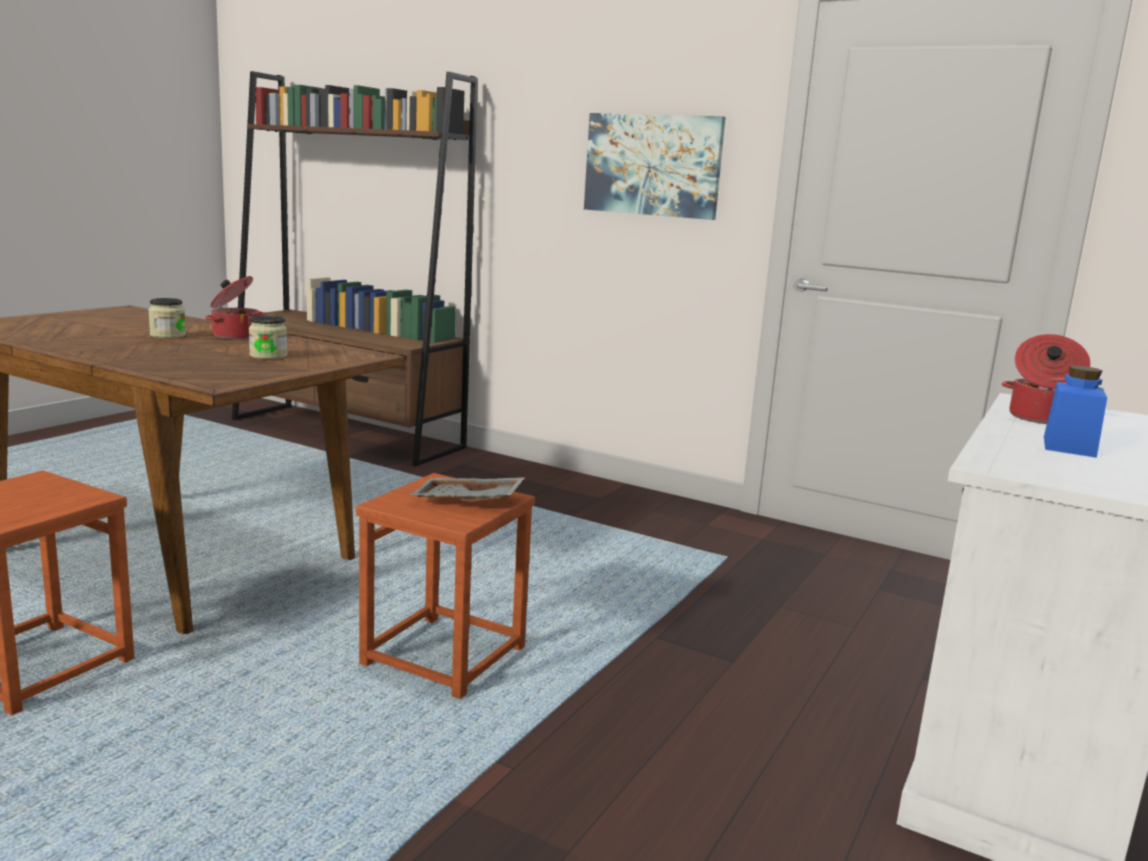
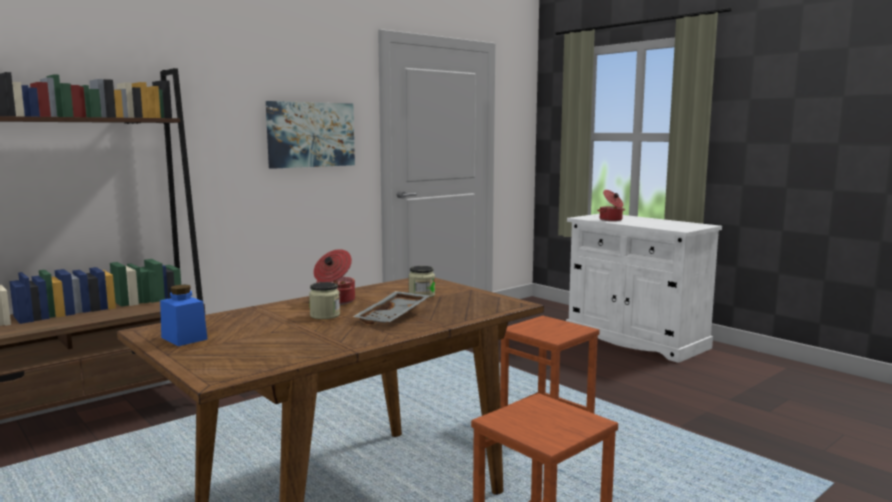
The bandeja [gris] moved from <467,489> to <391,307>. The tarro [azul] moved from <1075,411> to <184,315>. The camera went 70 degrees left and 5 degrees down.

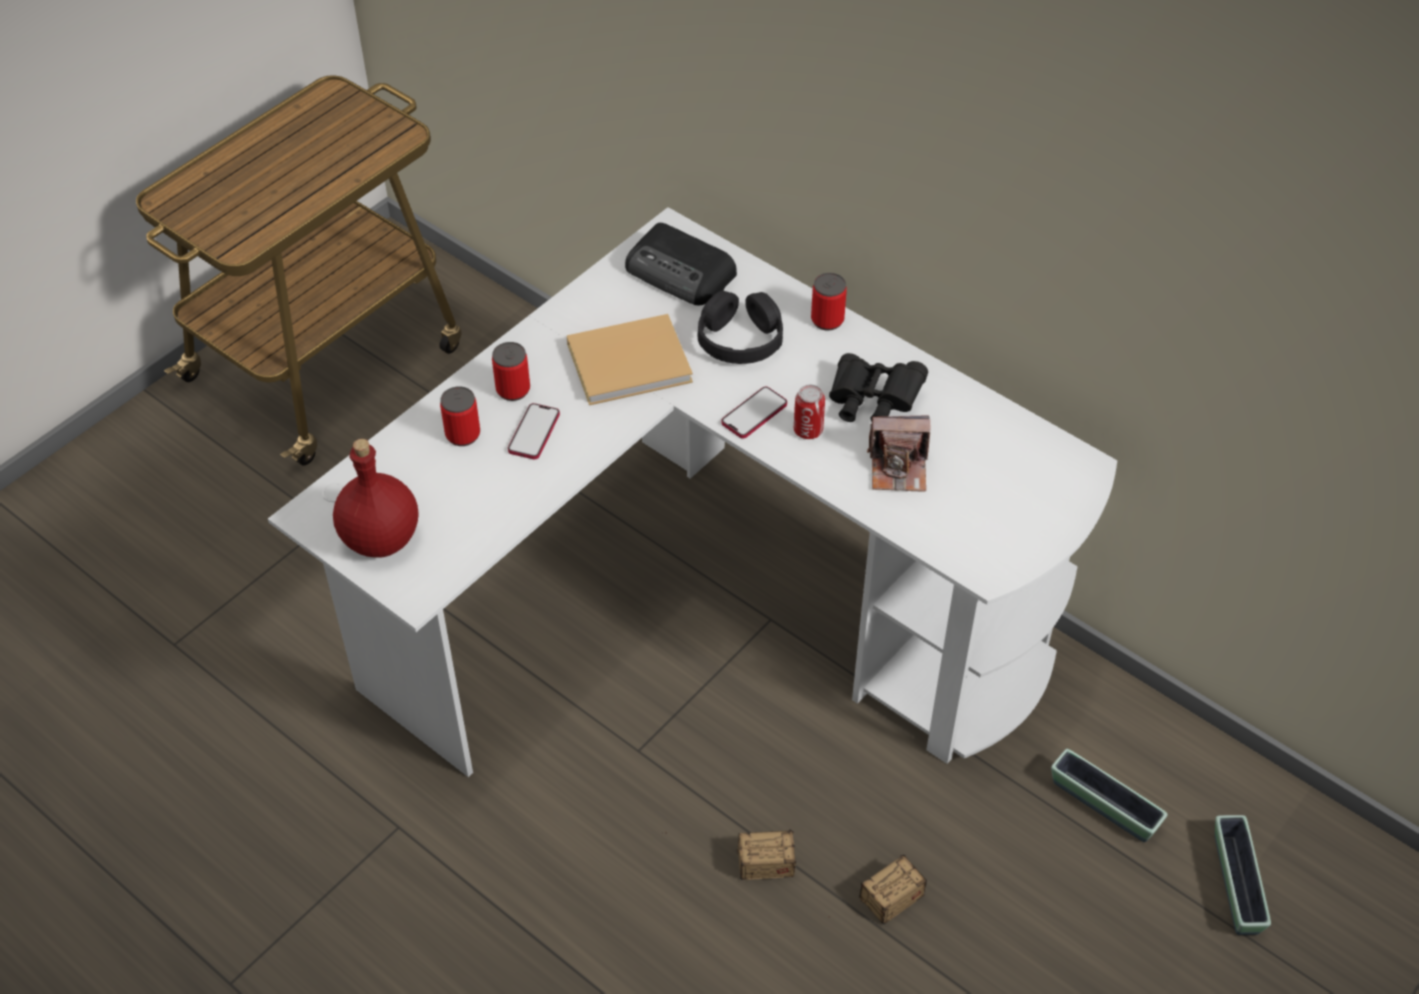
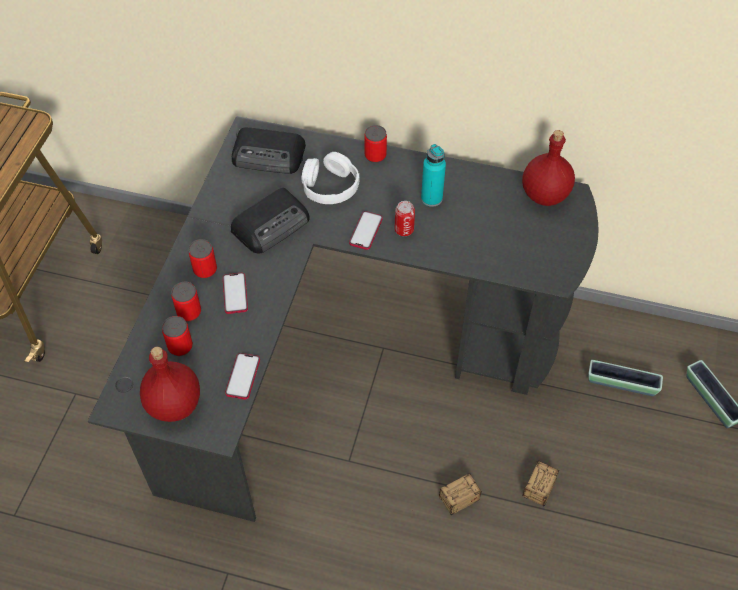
The cámara at <898,454> disappeared. The lata at <177,336> appeared. The móvil at <242,376> appeared. The botella [rojo] at <548,168> appeared. The libro [beis] at <630,359> was replaced by the radio at <270,221>. The prismáticos [negro] at <878,387> was replaced by the botella [turquesa] at <433,175>. The escritorio [blanco] at <692,492> became the escritorio [negro] at <343,319>. The auriculares [negro] at <740,327> became the auriculares [blanco] at <331,178>. The camera went 25 degrees left and 5 degrees up.

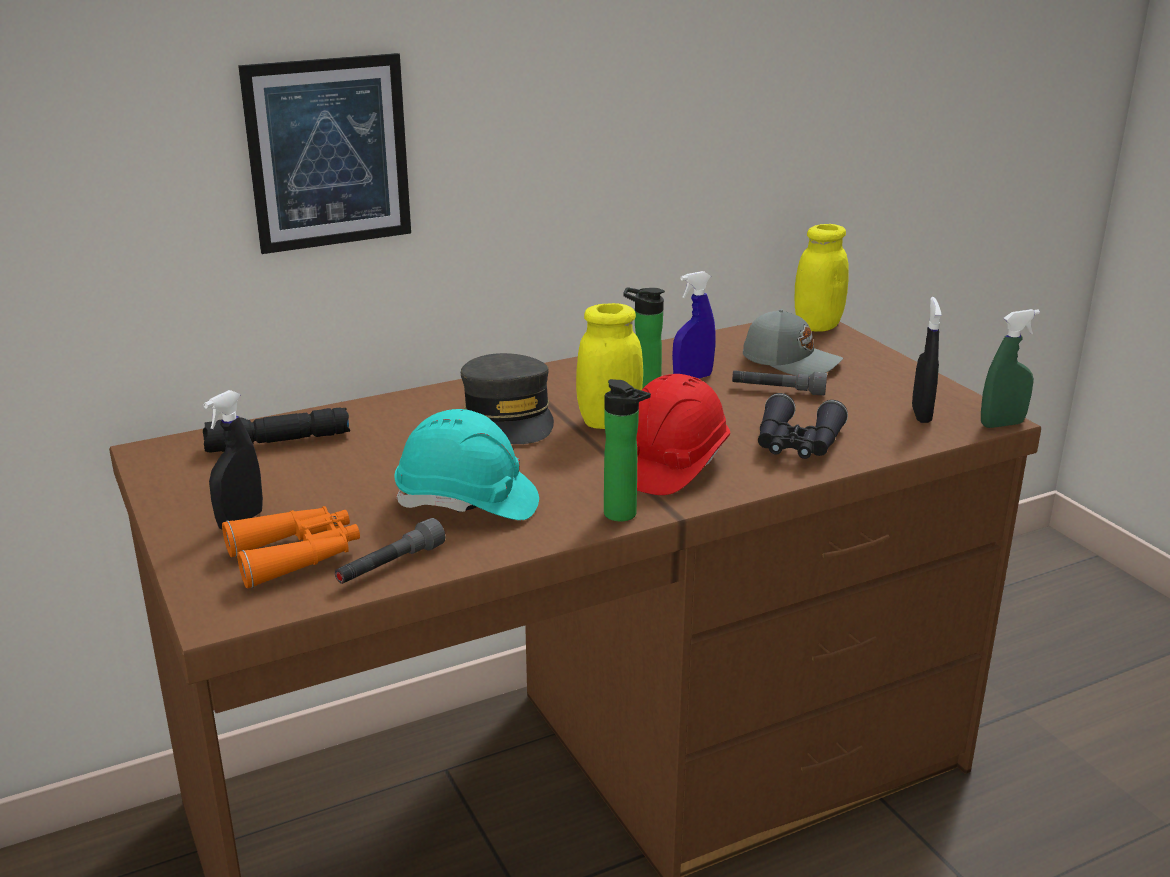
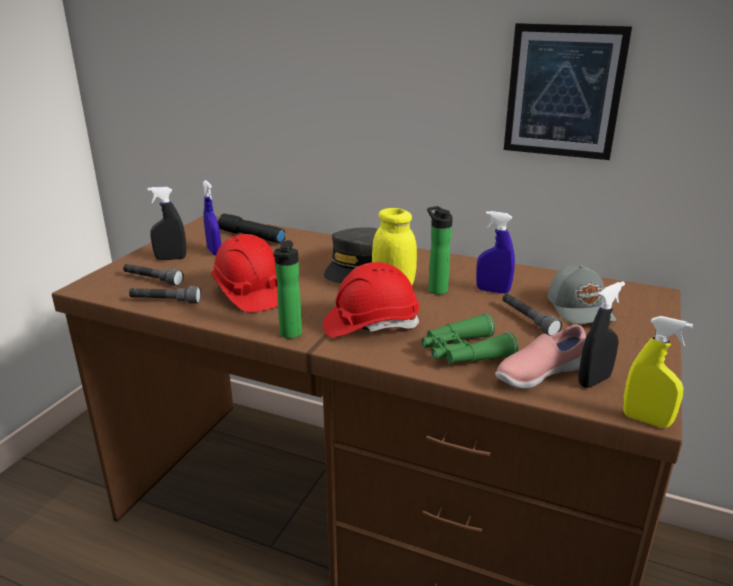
The tarro [amarillo] at <822,278> disappeared. The pulverizador [azul] at <212,217> appeared. The zapato [rosa] at <540,357> appeared. The cuadro moved from <324,153> to <568,91>. The prismáticos [naranja] at <291,547> was replaced by the linterna [gris] at <153,275>. The casco [turquesa] at <466,464> became the casco [rojo] at <244,273>. The prismáticos [negro] at <803,426> became the prismáticos [verde] at <469,339>. The pulverizador [verde] at <1010,368> became the pulverizador [amarillo] at <658,372>. The camera went 50 degrees right and 0 degrees up.

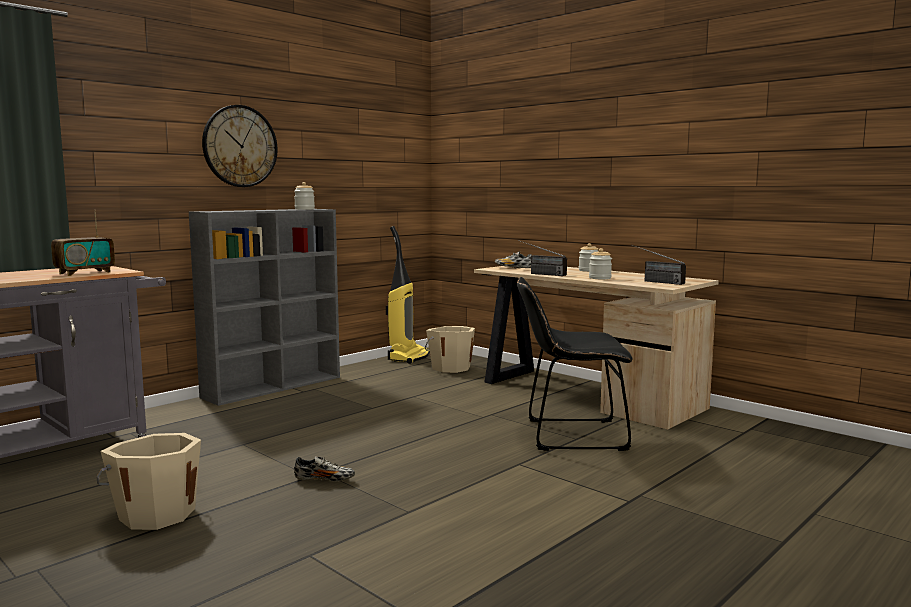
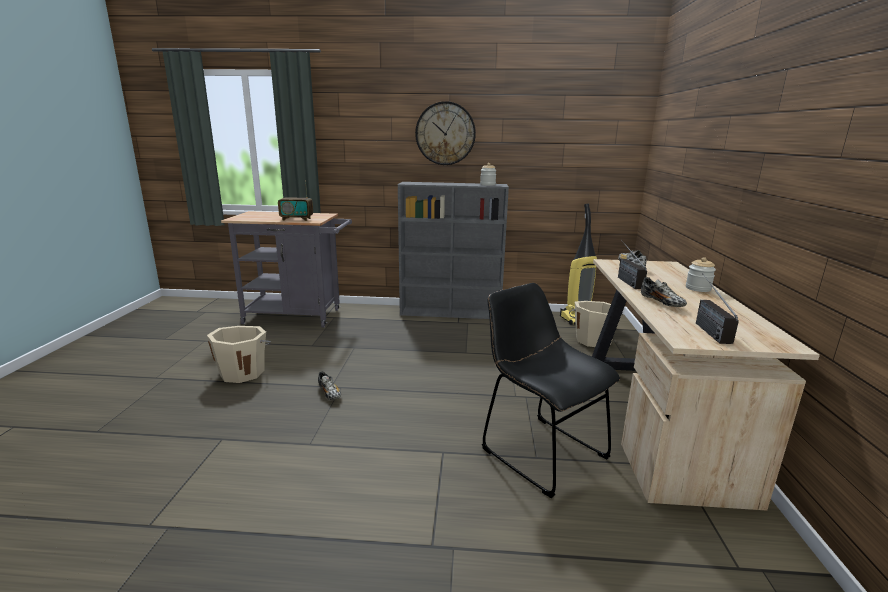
The tarro at <600,263> was replaced by the zapato at <664,292>. The camera went 50 degrees right and 10 degrees up.

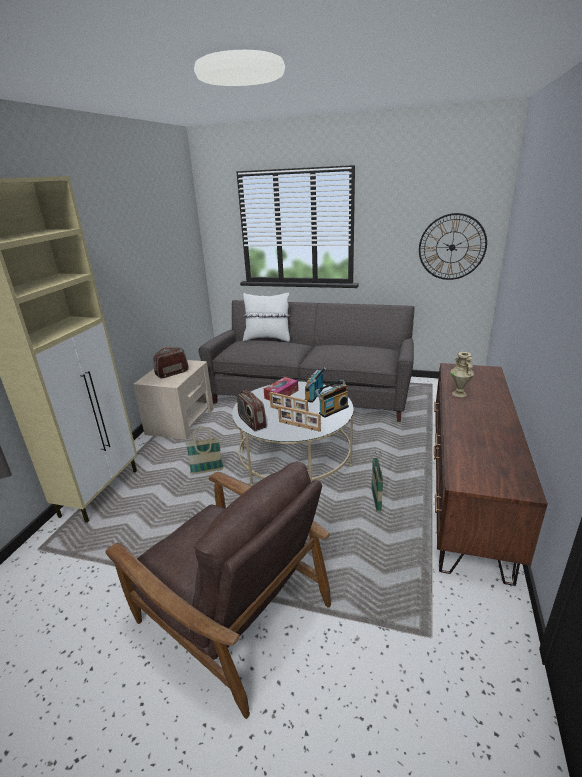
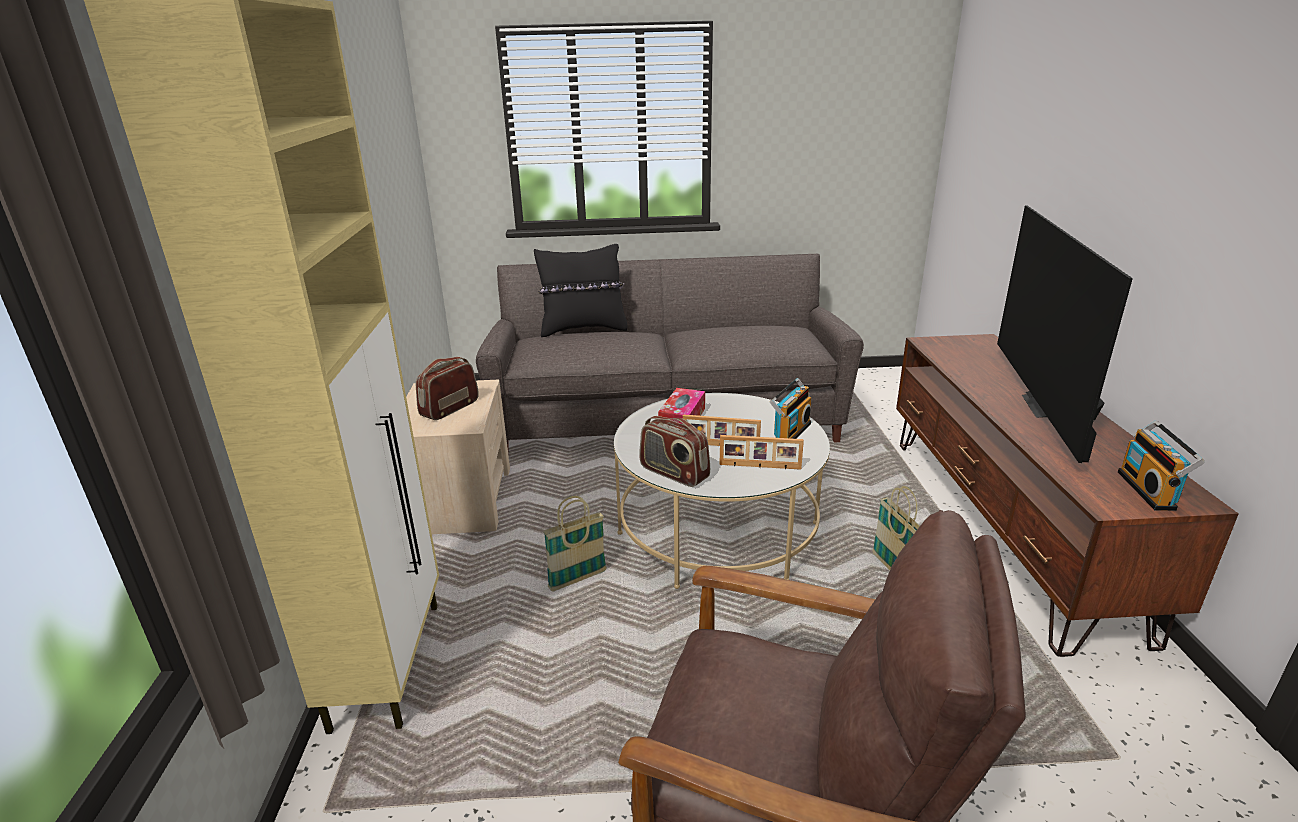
The reloj de pared at <453,246> disappeared. The florero [beis] at <462,374> disappeared. The televisor at <1065,334> appeared. The radio moved from <315,385> to <1161,465>. The cojín [blanco] at <267,317> became the cojín [negro] at <581,290>. The camera went 20 degrees left and 0 degrees up.

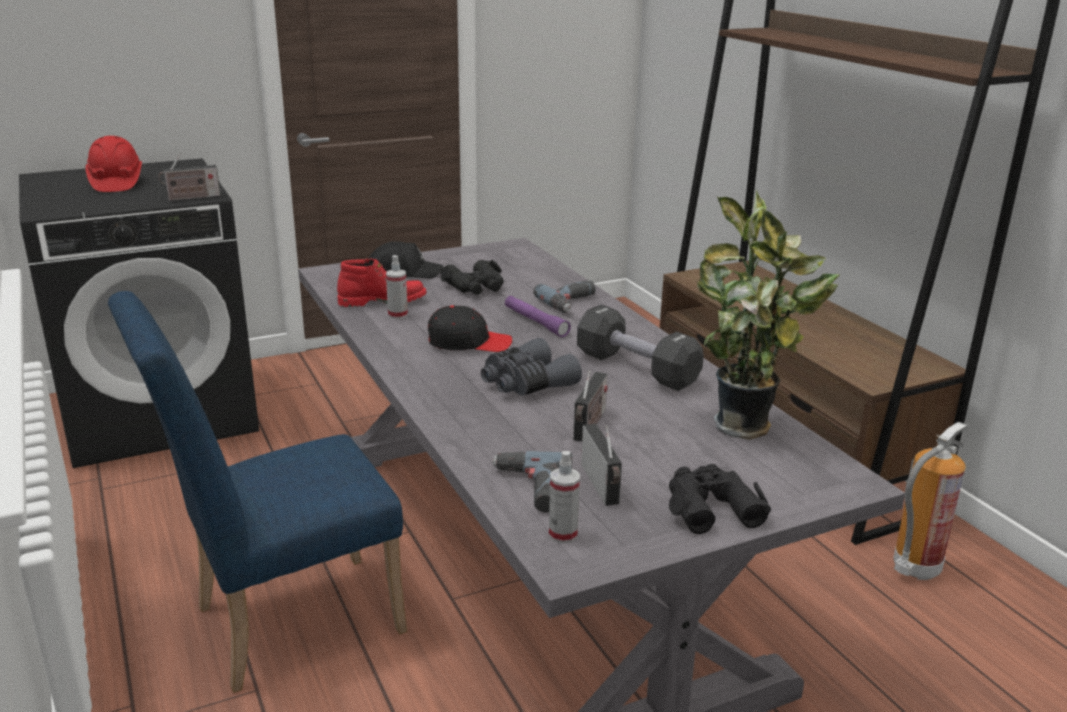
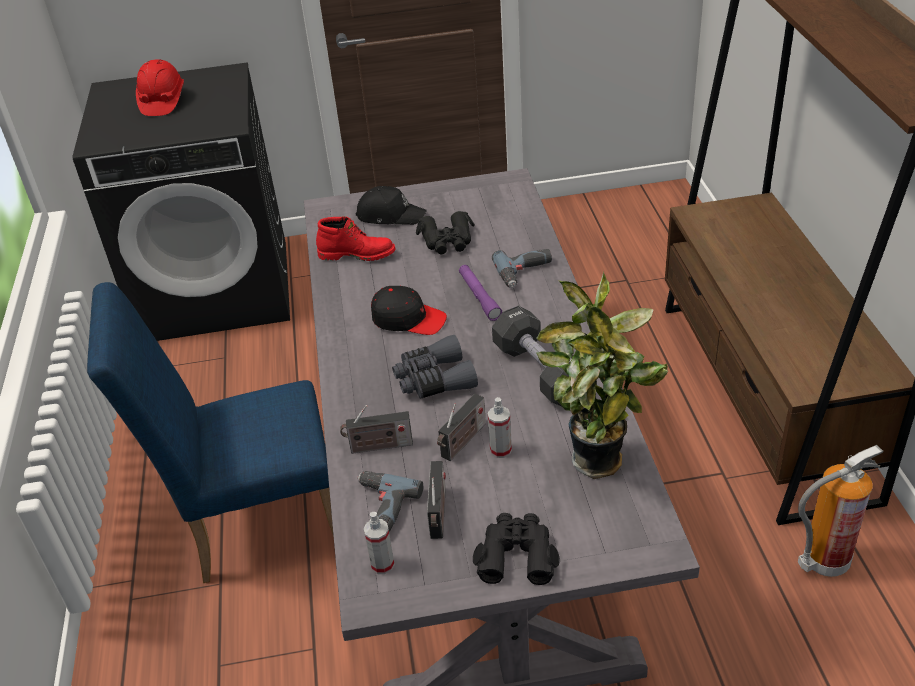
The radio moved from <189,176> to <376,429>. The pulverizador moved from <397,287> to <500,427>. The camera went 20 degrees right and 15 degrees up.

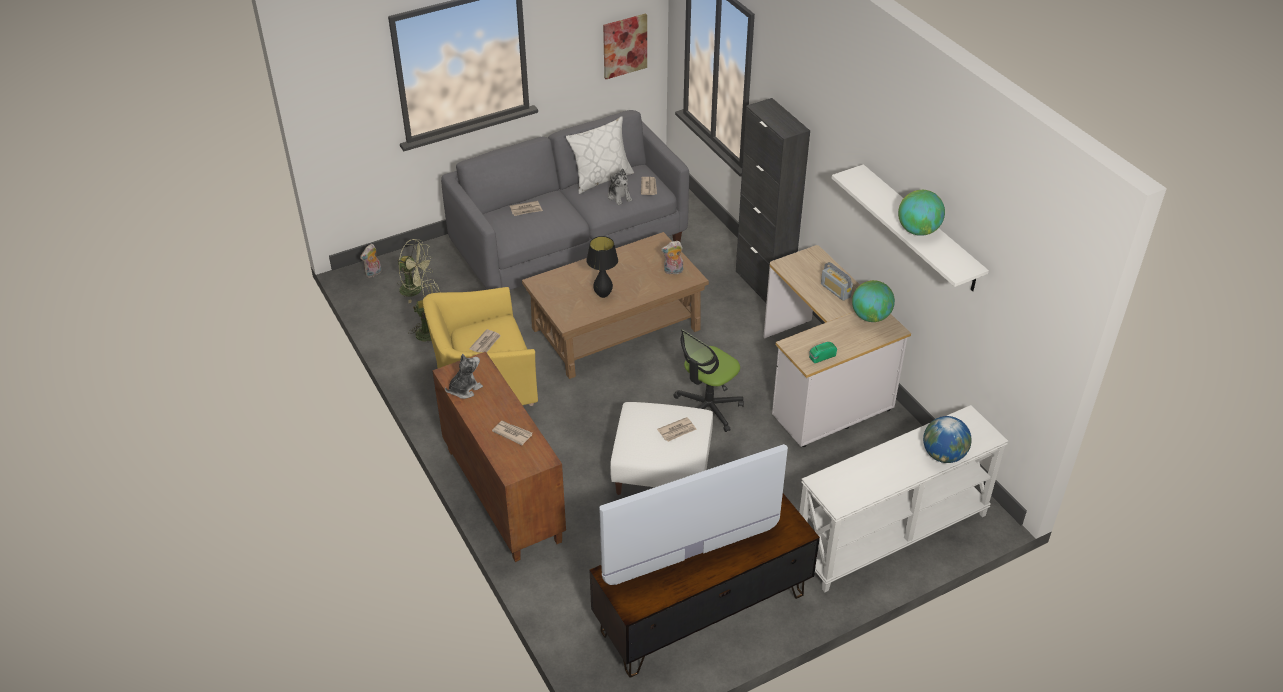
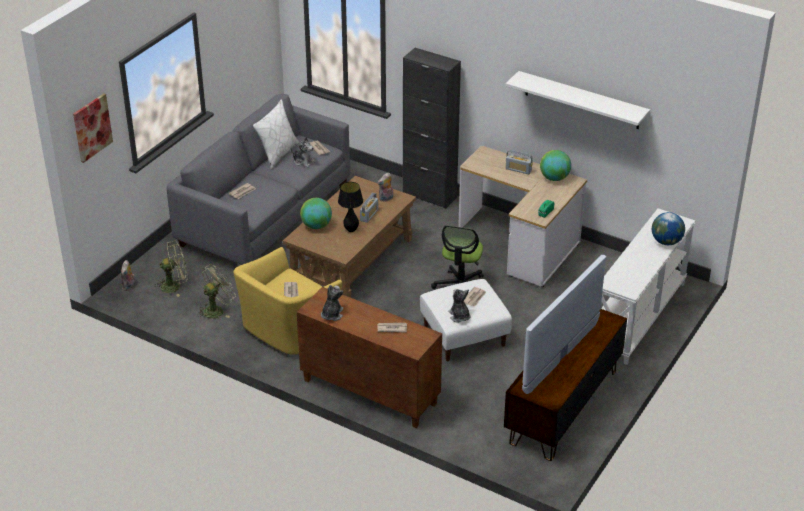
The radio at <369,208> appeared. The peluche at <459,306> appeared. The cuadro moved from <625,46> to <93,128>. The globo terráqueo moved from <921,213> to <316,213>. The camera went 30 degrees left and 5 degrees down.

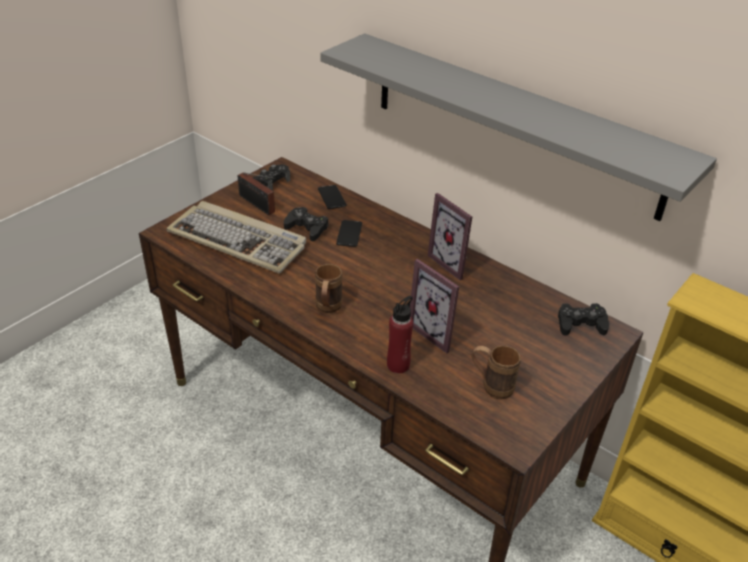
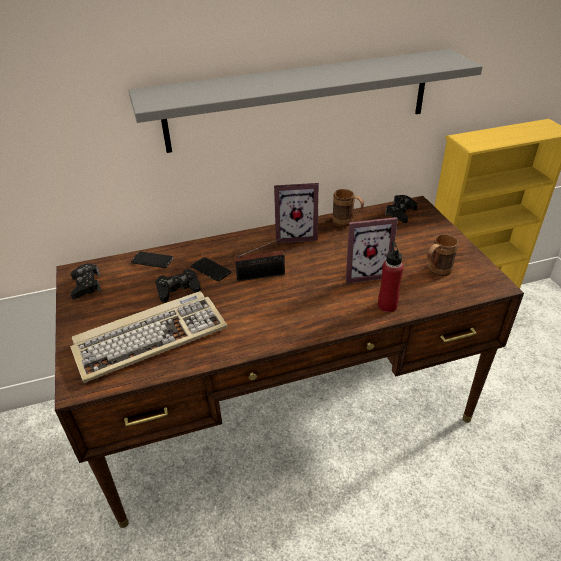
The radio moved from <256,193> to <261,258>. The taza grande [marrón] moved from <328,288> to <348,208>. The camera went 55 degrees left and 0 degrees up.

